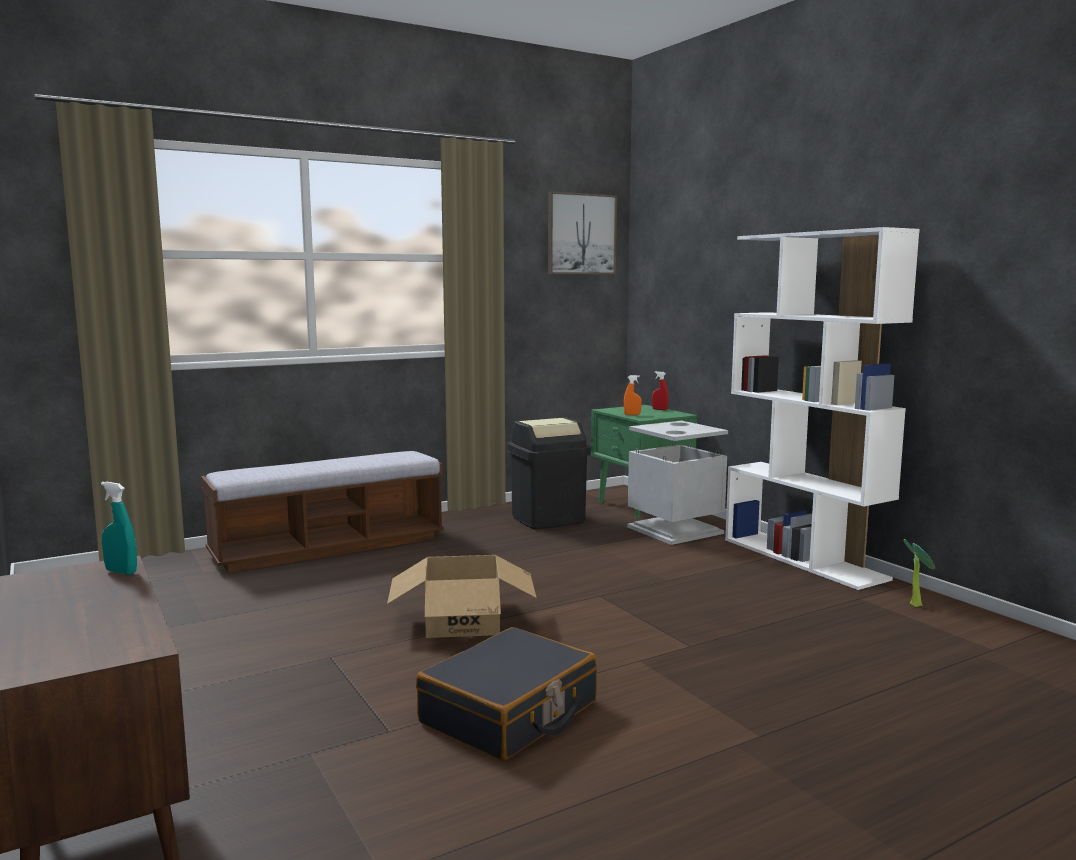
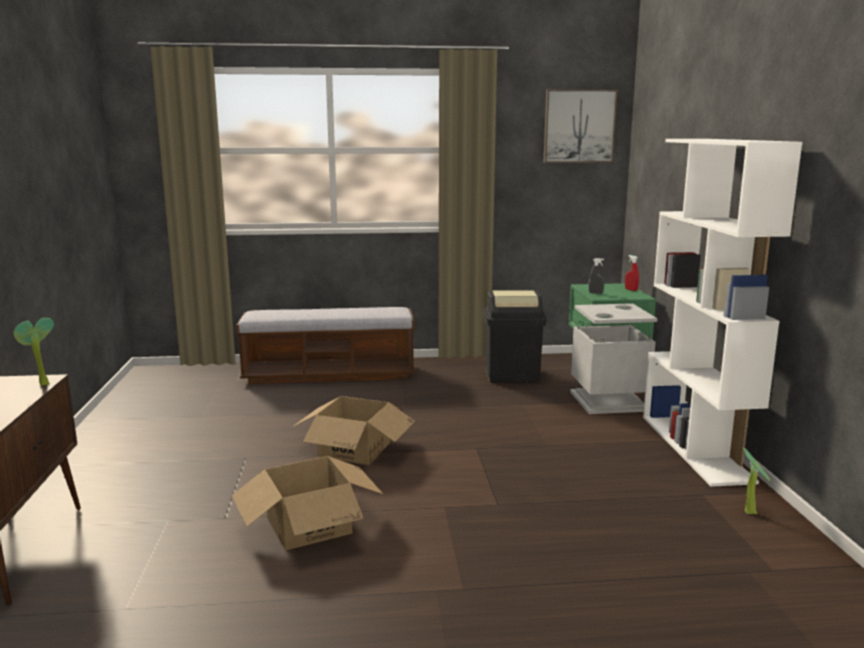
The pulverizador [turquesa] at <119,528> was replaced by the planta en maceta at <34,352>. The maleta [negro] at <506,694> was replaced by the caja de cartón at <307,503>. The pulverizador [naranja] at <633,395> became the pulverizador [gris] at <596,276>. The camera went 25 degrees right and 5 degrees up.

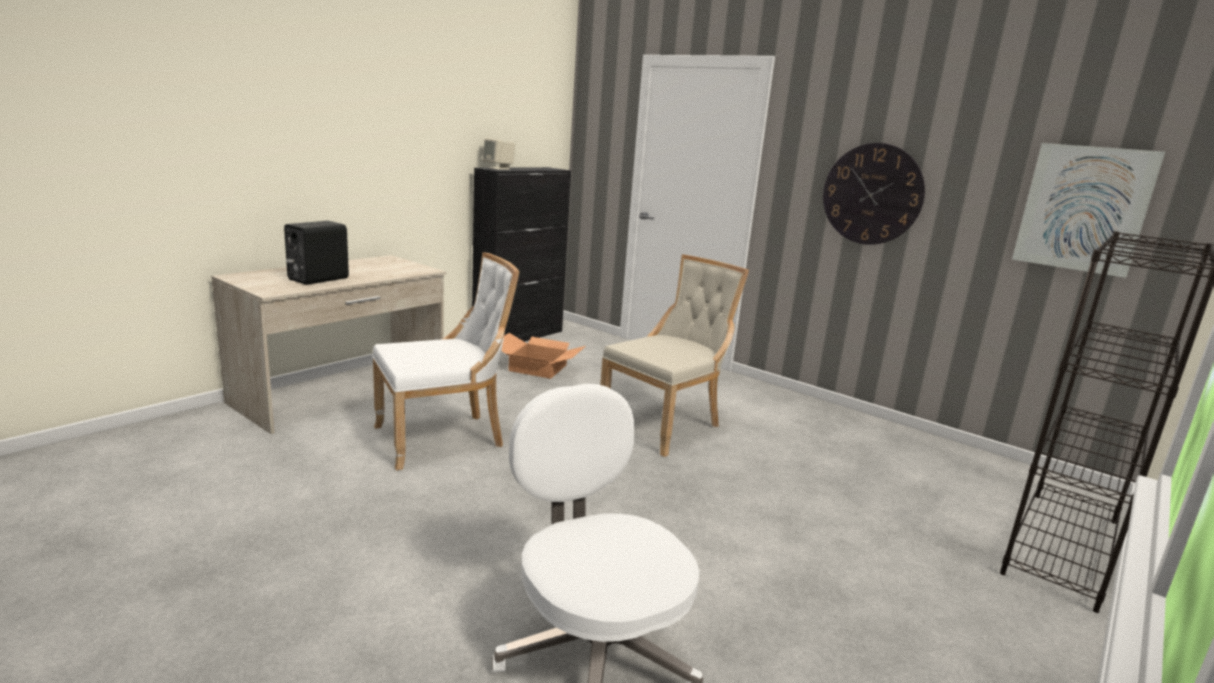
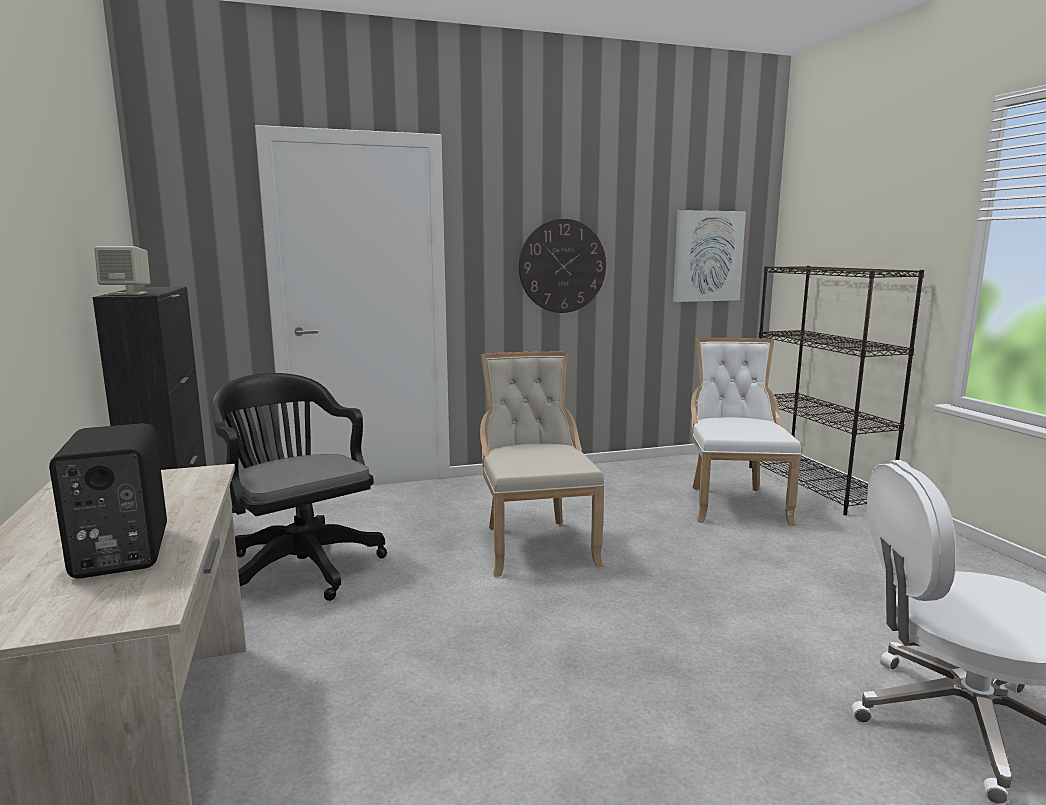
The silla [blanco] moved from <446,361> to <746,432>. The caja de cartón at <544,356> was replaced by the silla de oficina [negro] at <299,487>. The camera went 55 degrees left and 5 degrees down.

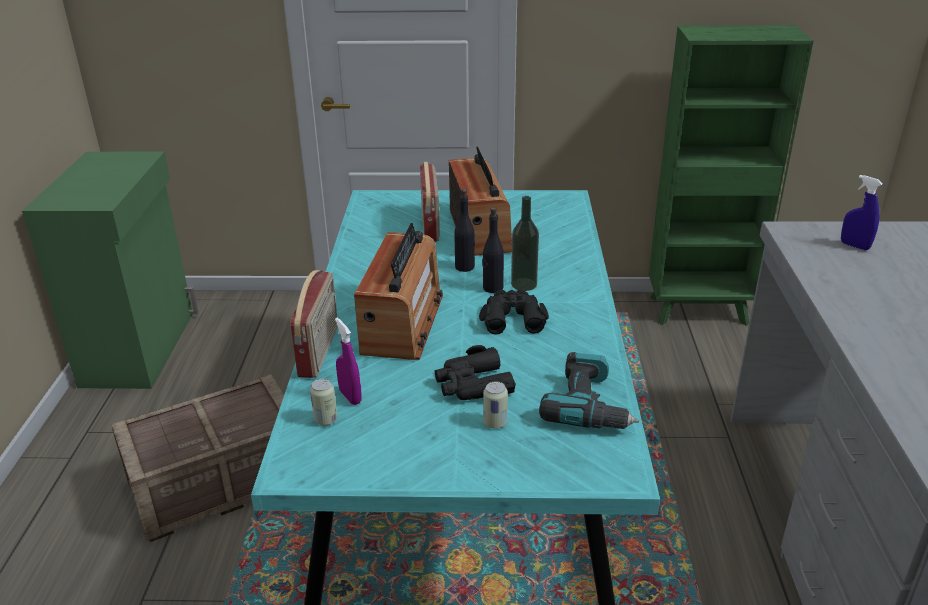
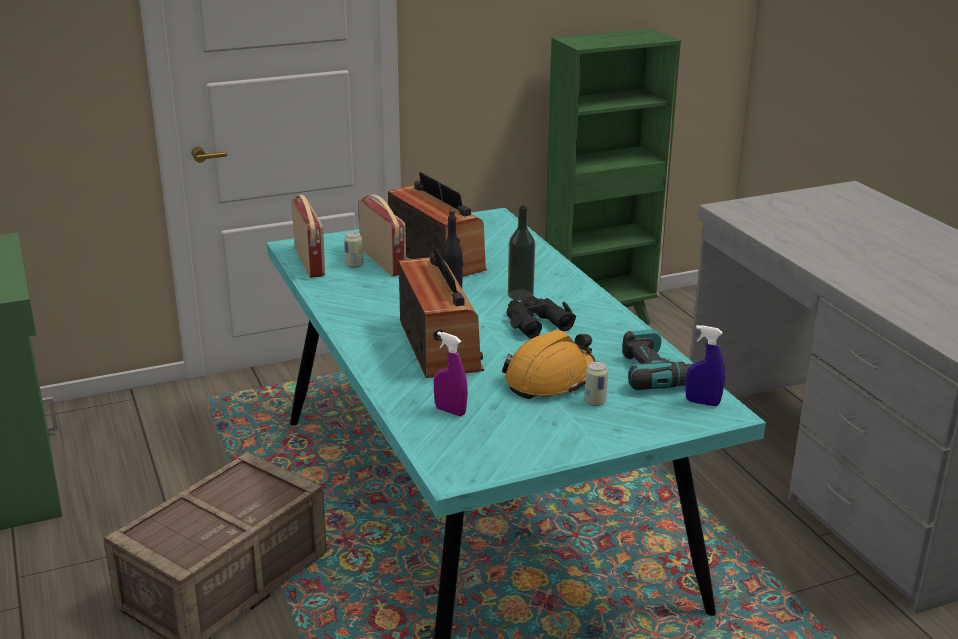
The botella [negro] at <493,250> disappeared. The radio moved from <314,324> to <308,236>. The lata moved from <323,402> to <353,250>. The pulverizador [azul] moved from <862,212> to <705,365>. The prismáticos [negro] at <475,372> was replaced by the casco [naranja] at <548,364>. The camera went 25 degrees left and 5 degrees down.

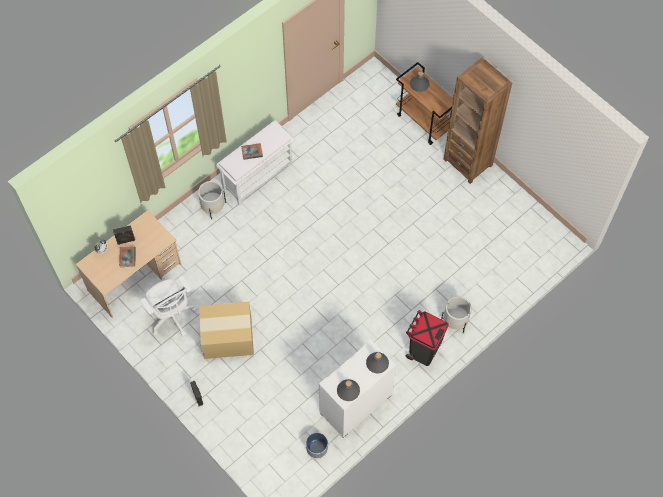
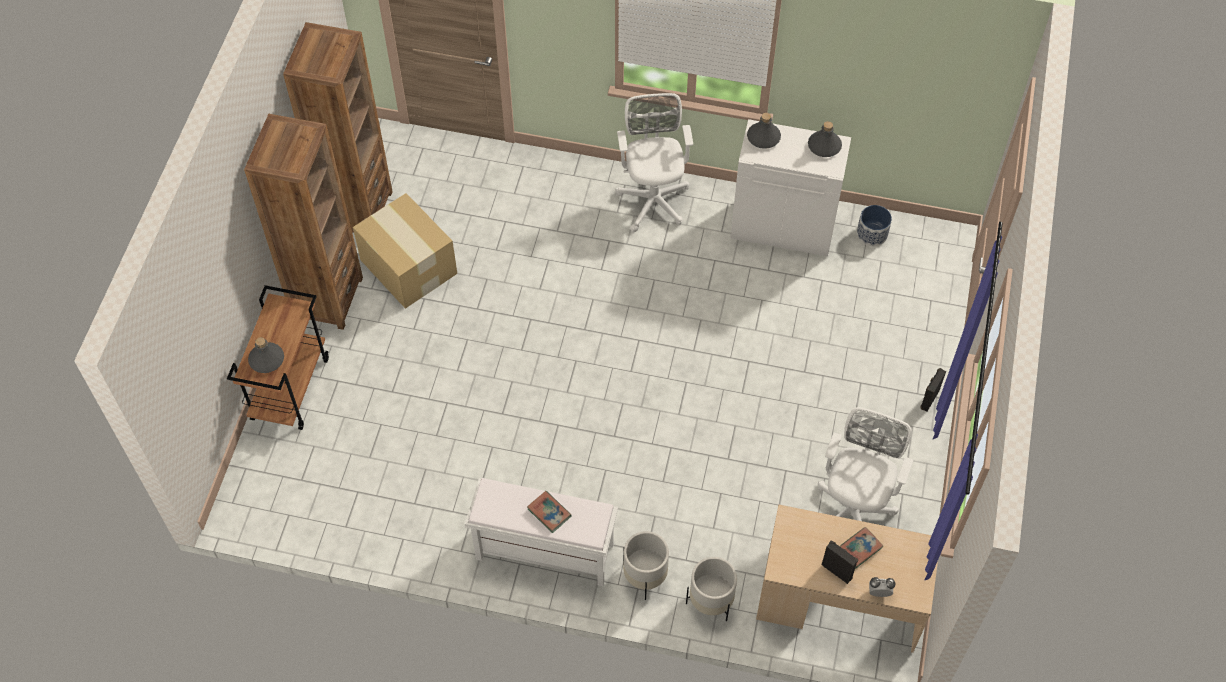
The estantería [marrón] at <338,127> appeared. The caja de cartón moved from <226,330> to <405,251>. The maceta [blanco] moved from <456,314> to <711,589>. The papelera [negro] at <427,338> was replaced by the silla de oficina [blanco] at <654,163>. The camera went 125 degrees left and 5 degrees down.

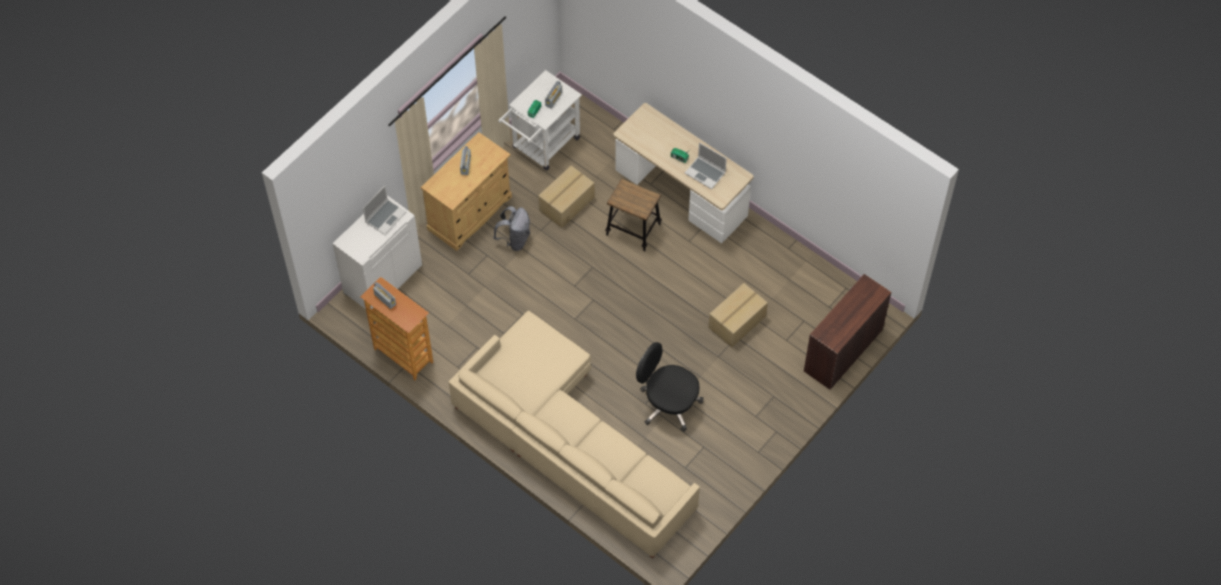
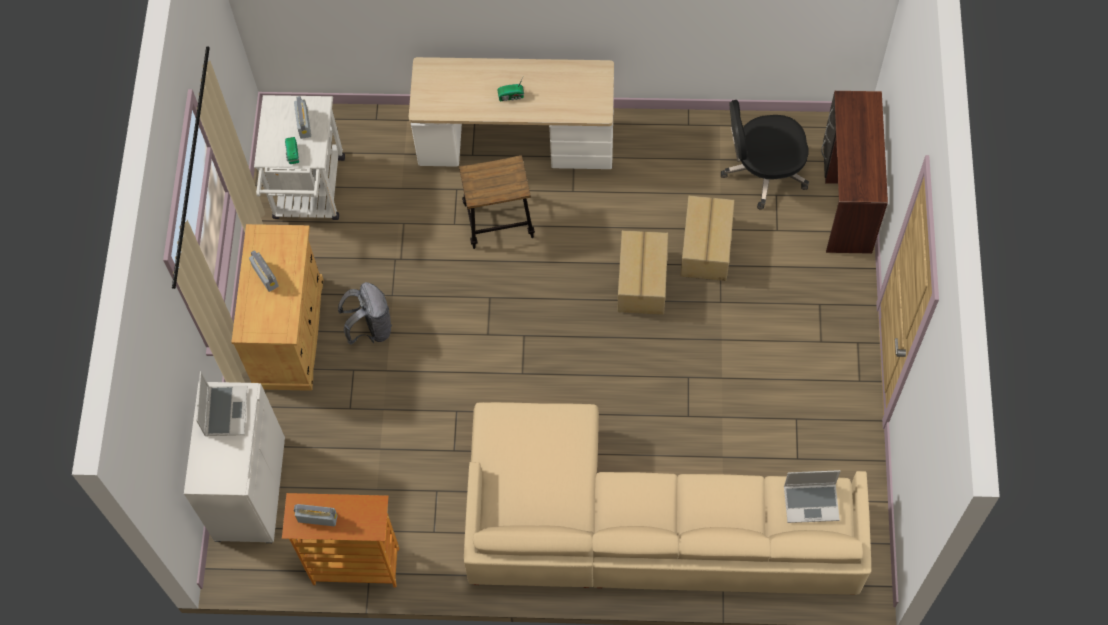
The caja de cartón moved from <566,196> to <643,272>. The silla de oficina [negro] moved from <670,387> to <765,155>. The portátil moved from <706,166> to <812,496>. The camera went 35 degrees left and 5 degrees up.

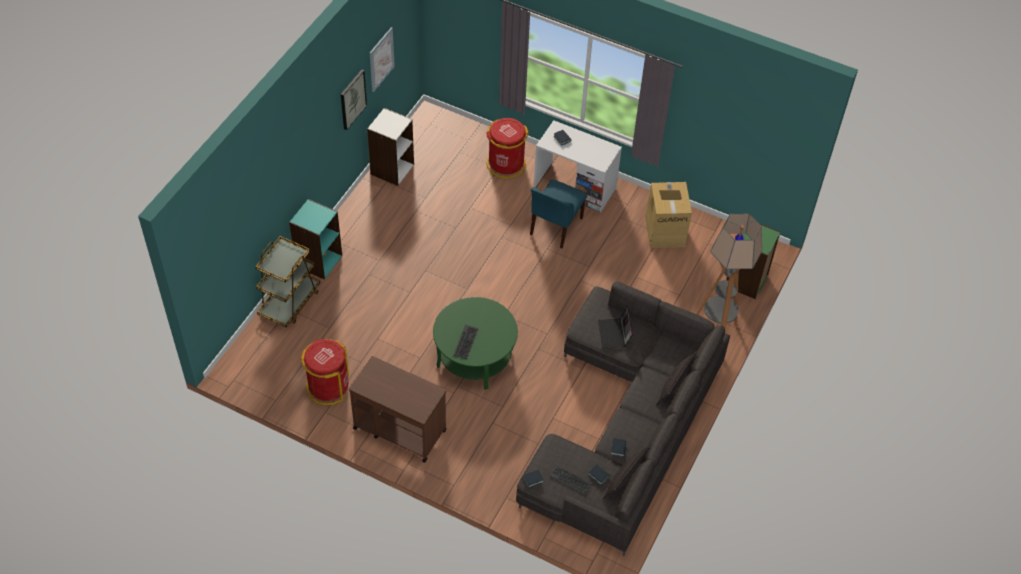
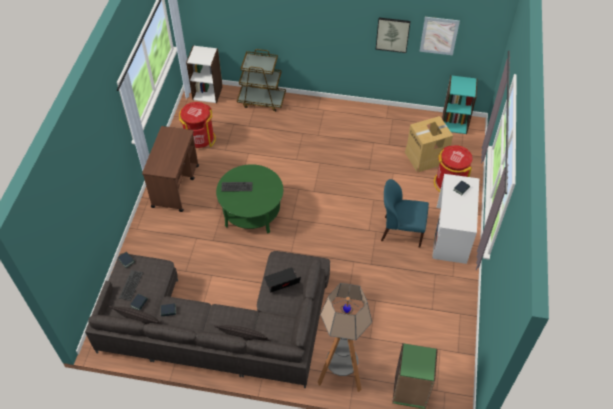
The estantería [turquesa] moved from <315,239> to <459,104>. The estantería [blanco] moved from <390,147> to <204,74>. The caja de cartón moved from <668,215> to <429,144>. The camera went 75 degrees right and 0 degrees up.

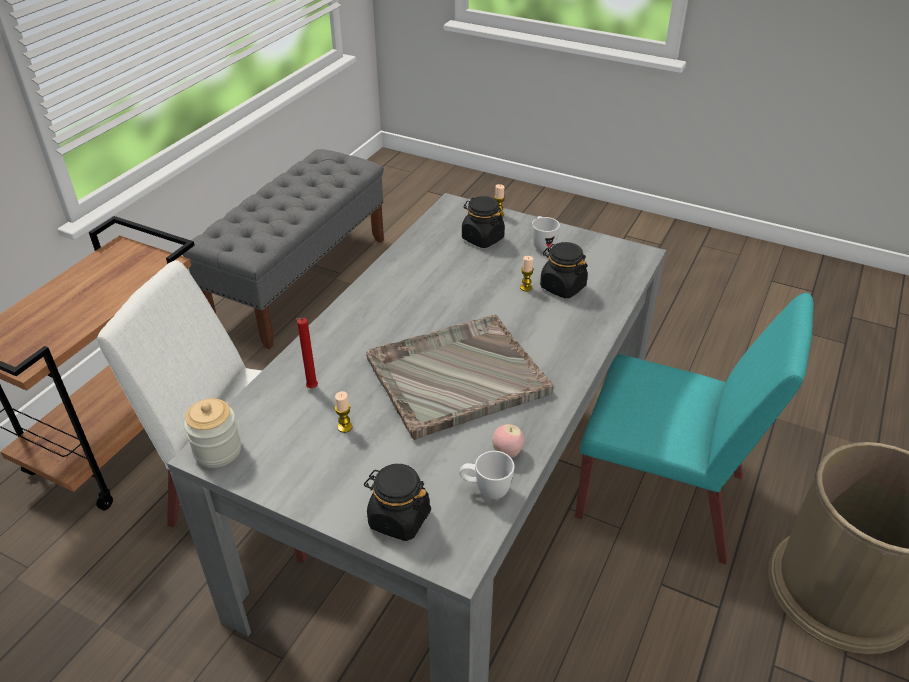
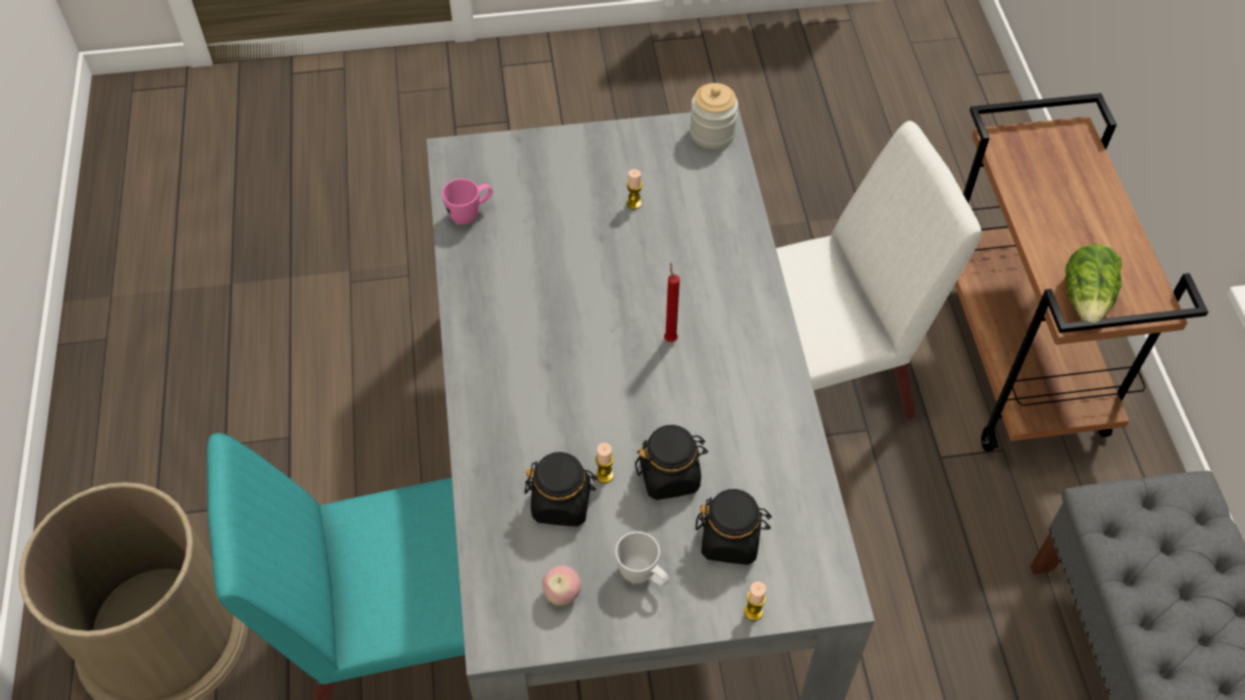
The bandeja [gris] at <460,377> disappeared. The lechuga at <1094,283> appeared. The vela [rojo] moved from <307,353> to <672,302>. The tarro [negro] moved from <397,502> to <671,462>. The manzana moved from <508,441> to <561,585>. The taza grande [blanco] at <487,475> became the taza grande [rosa] at <467,201>. The camera went 145 degrees right and 15 degrees up.

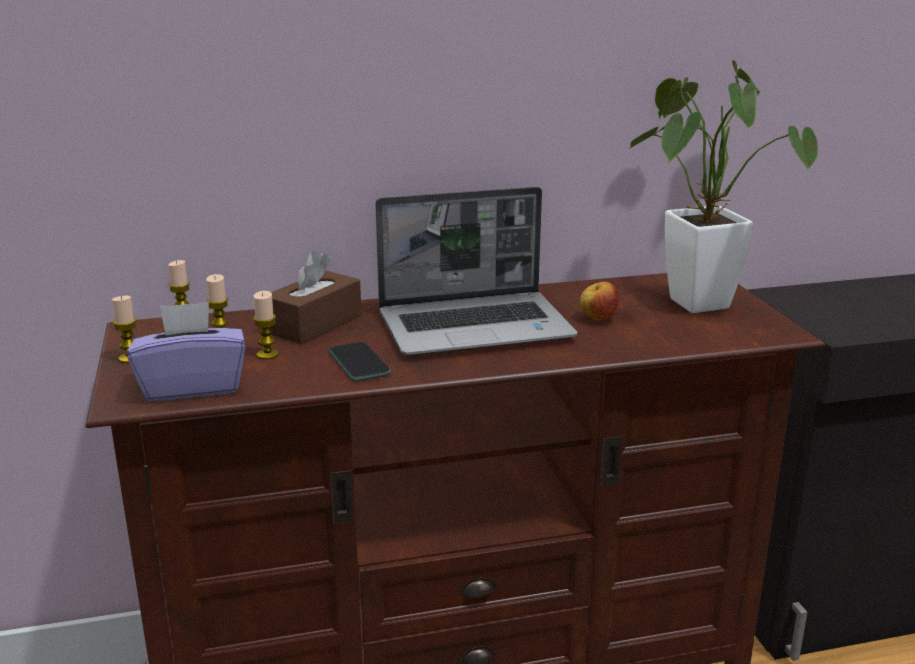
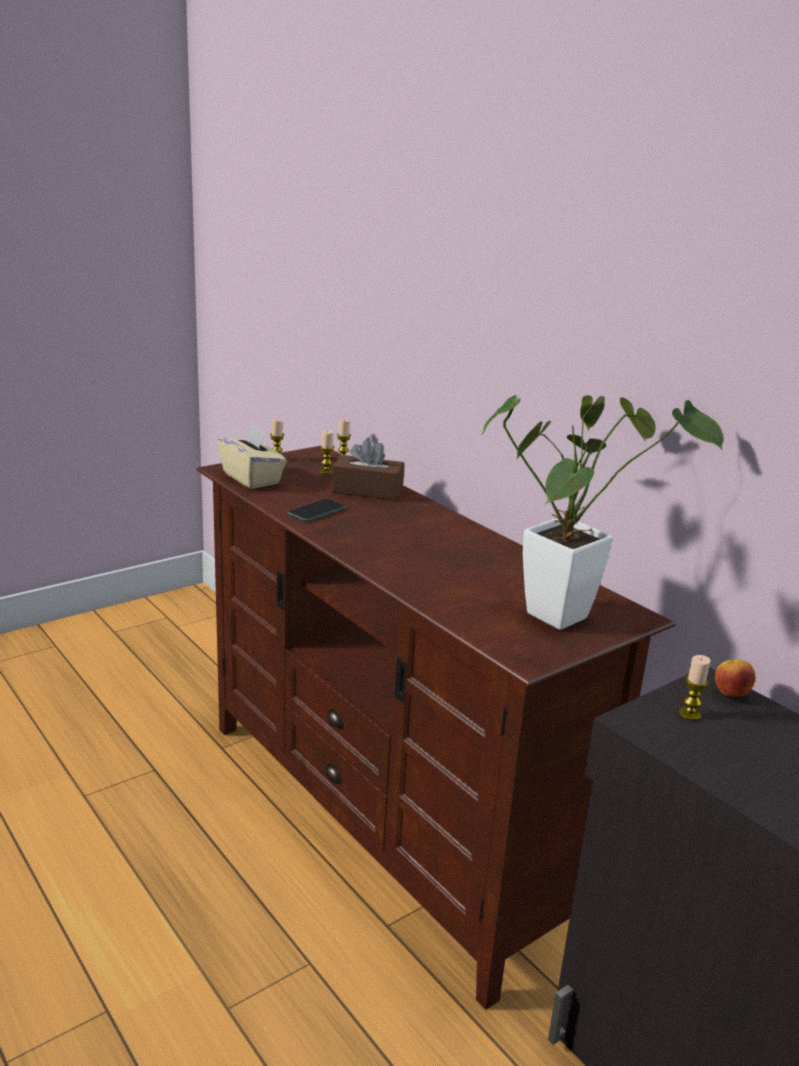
The portátil at <476,271> disappeared. The vela moved from <266,325> to <695,688>. The manzana moved from <599,301> to <735,678>. The caja de pañuelos [morado] at <186,351> became the caja de pañuelos [beis] at <252,456>. The camera went 65 degrees right and 0 degrees up.

